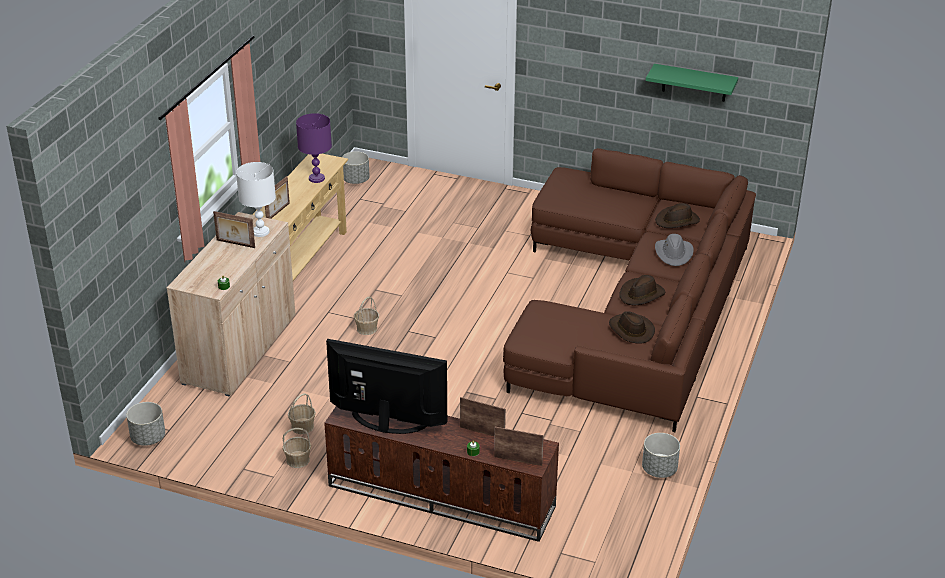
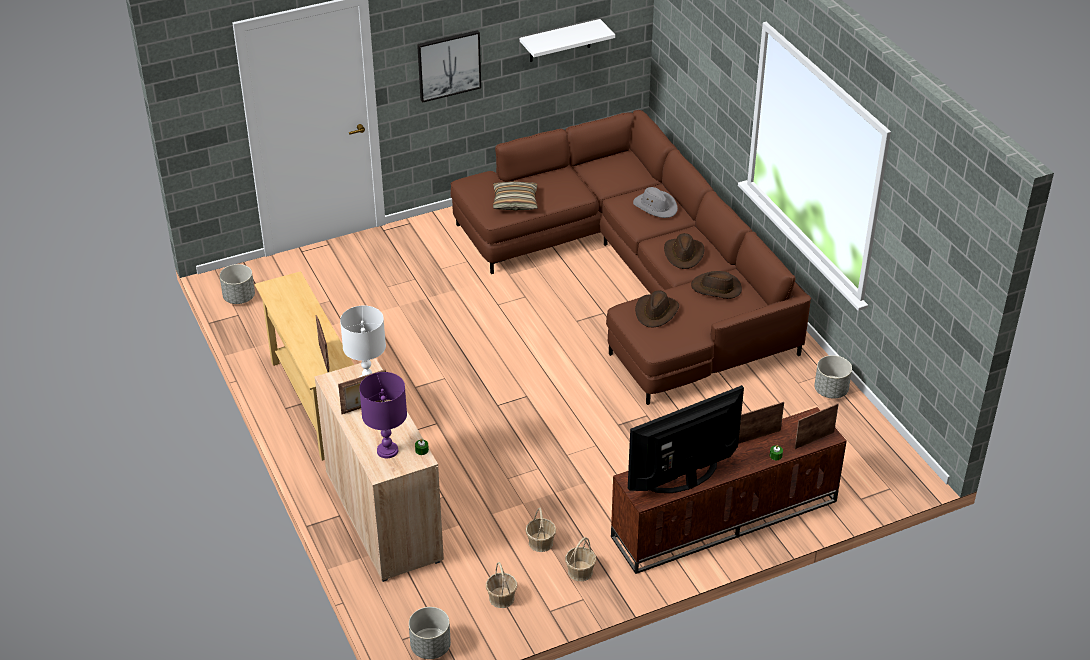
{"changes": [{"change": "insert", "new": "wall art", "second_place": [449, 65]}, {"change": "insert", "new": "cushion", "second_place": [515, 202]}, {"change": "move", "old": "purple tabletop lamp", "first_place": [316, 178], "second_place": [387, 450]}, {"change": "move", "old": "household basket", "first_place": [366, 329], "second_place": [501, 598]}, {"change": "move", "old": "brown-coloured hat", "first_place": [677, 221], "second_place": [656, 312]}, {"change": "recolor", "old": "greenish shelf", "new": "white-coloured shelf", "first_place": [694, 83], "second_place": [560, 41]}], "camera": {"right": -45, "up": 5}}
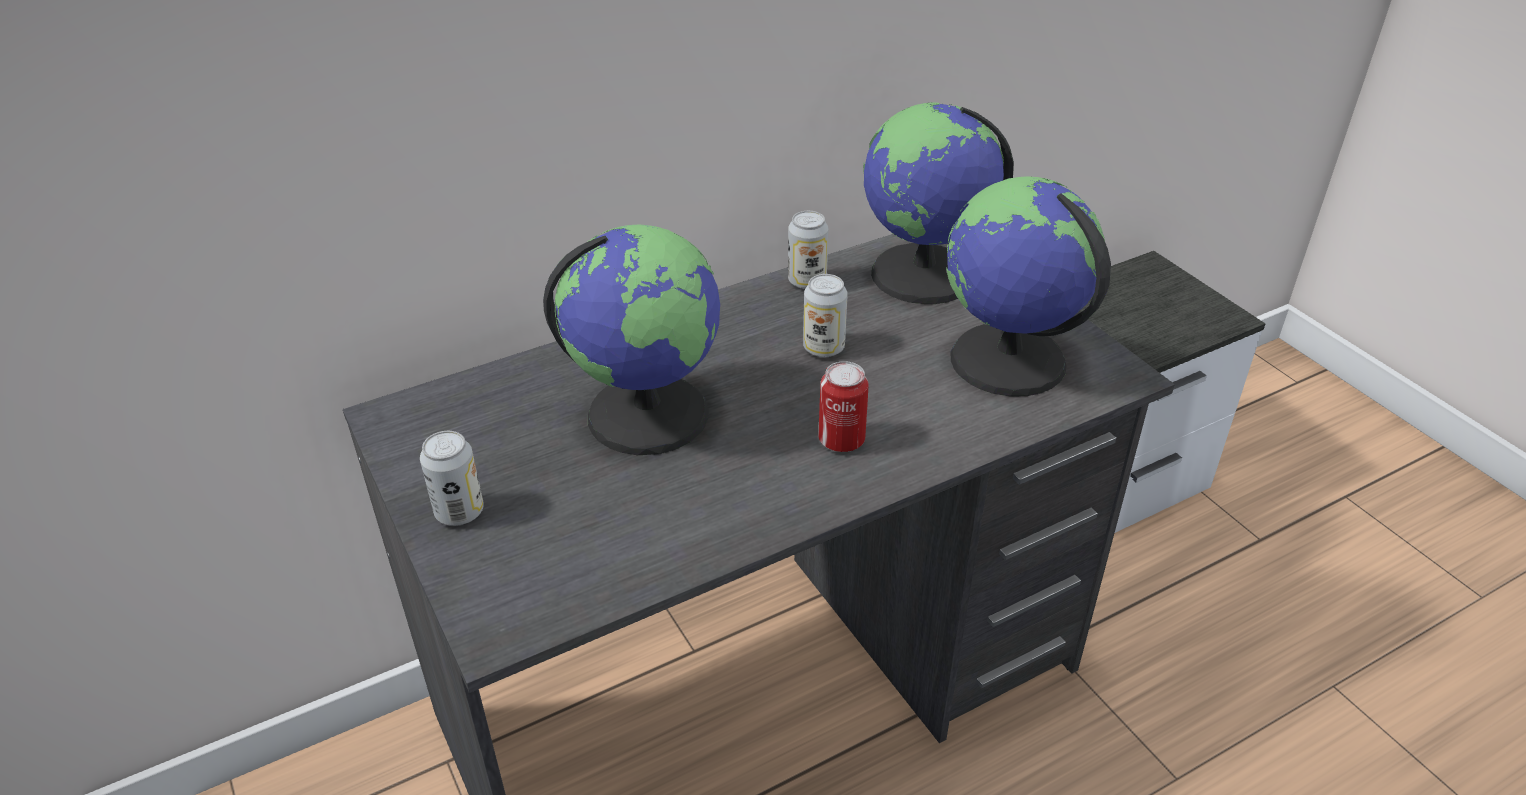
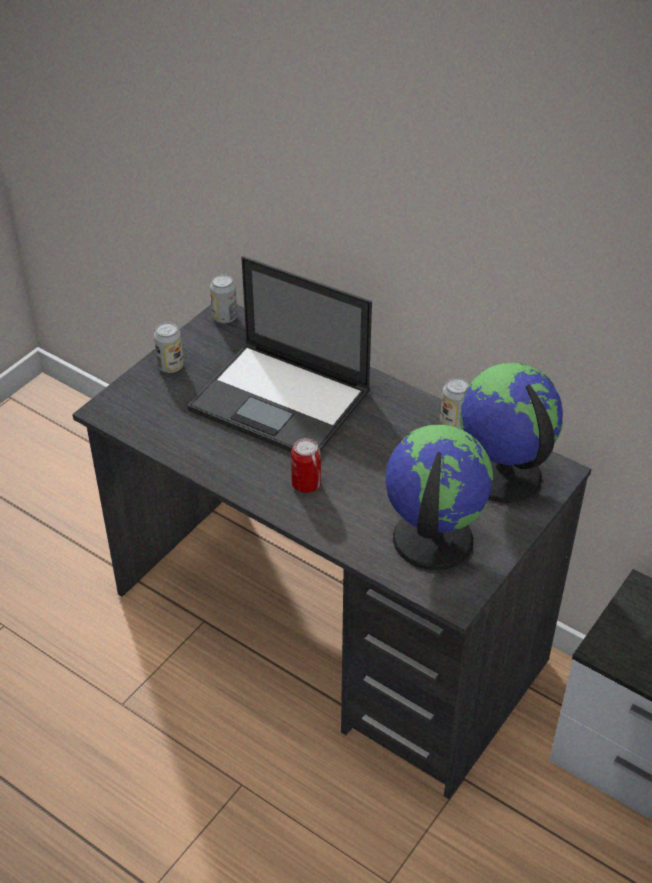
{"changes": [{"change": "move", "old": "can", "first_place": [823, 348], "second_place": [225, 317]}, {"change": "replace", "old": "world globe", "new": "notebook computer", "first_place": [648, 412], "second_place": [282, 401]}], "camera": {"right": 65, "up": 5}}
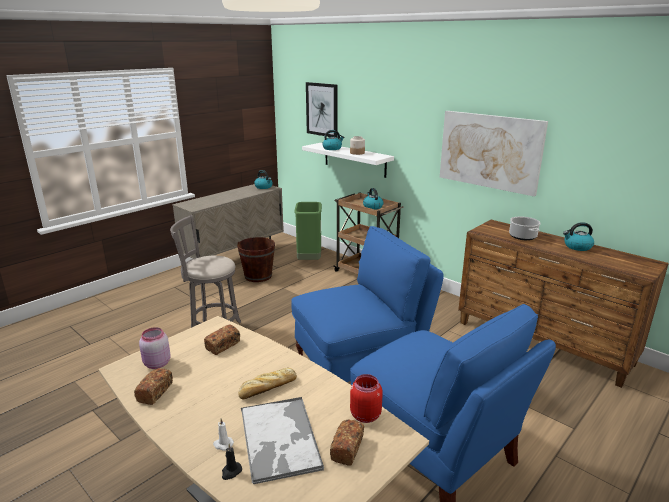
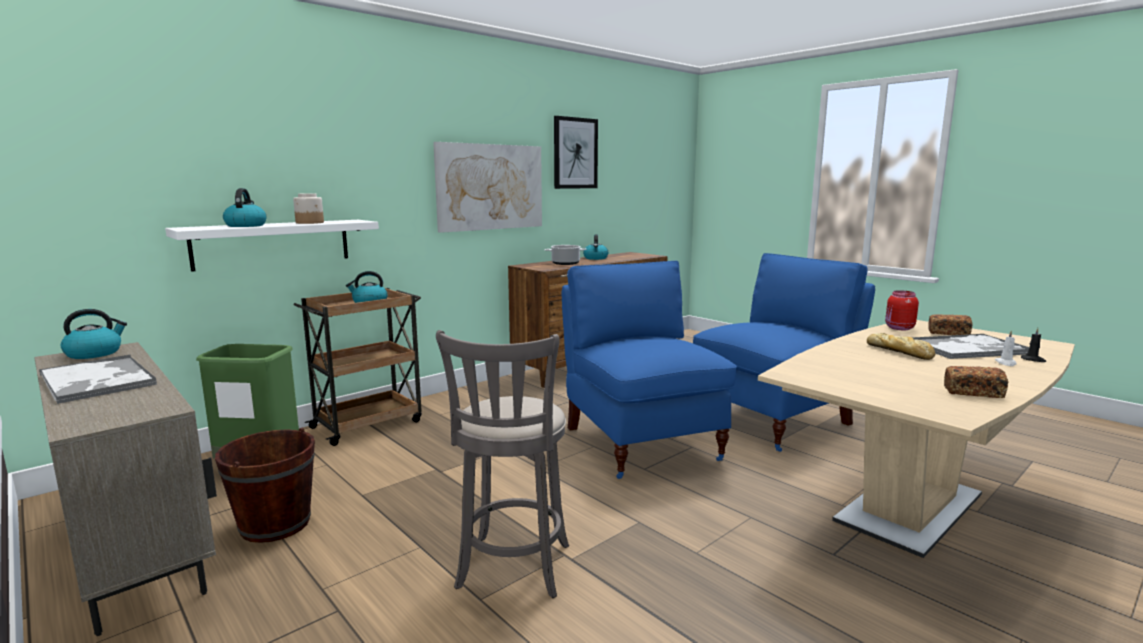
{"changes": [{"change": "delete", "old": "pink preserve jar", "first_place": [156, 364]}, {"change": "delete", "old": "bakery bread", "first_place": [223, 346]}, {"change": "insert", "new": "carrying tray", "second_place": [98, 380]}, {"change": "move", "old": "wall art", "first_place": [322, 109], "second_place": [575, 153]}], "camera": {"right": -85, "up": -10}}
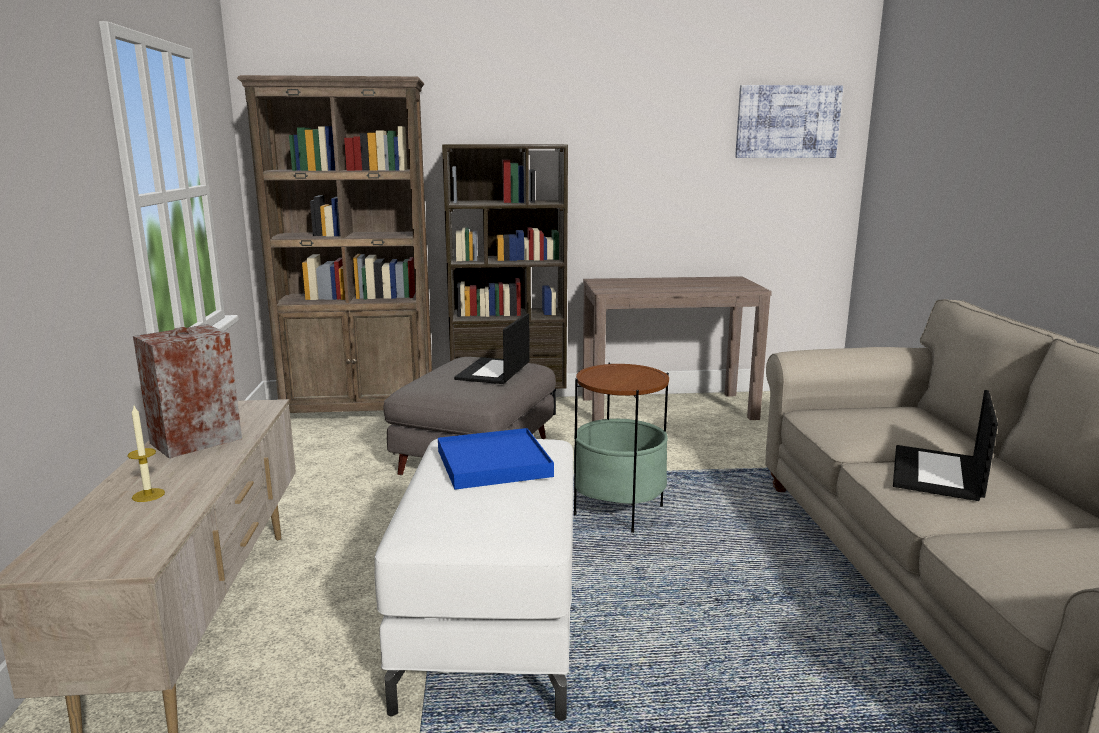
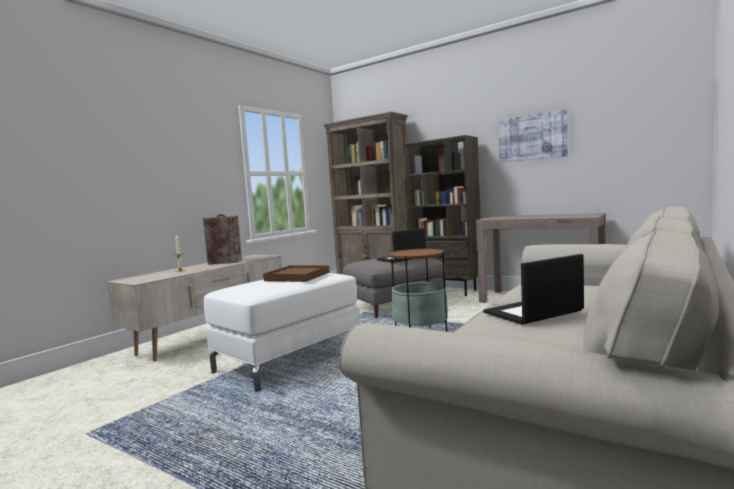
{"changes": [{"change": "move", "old": "wall art", "first_place": [787, 122], "second_place": [532, 137]}, {"change": "recolor", "old": "bluish carrying tray", "new": "brown-coloured carrying tray", "first_place": [493, 463], "second_place": [297, 276]}], "camera": {"right": 40, "up": -10}}
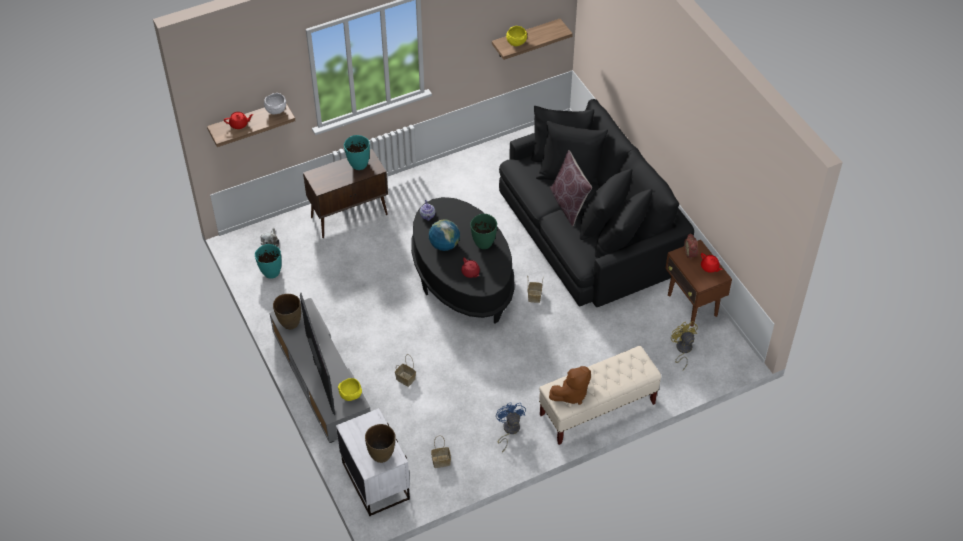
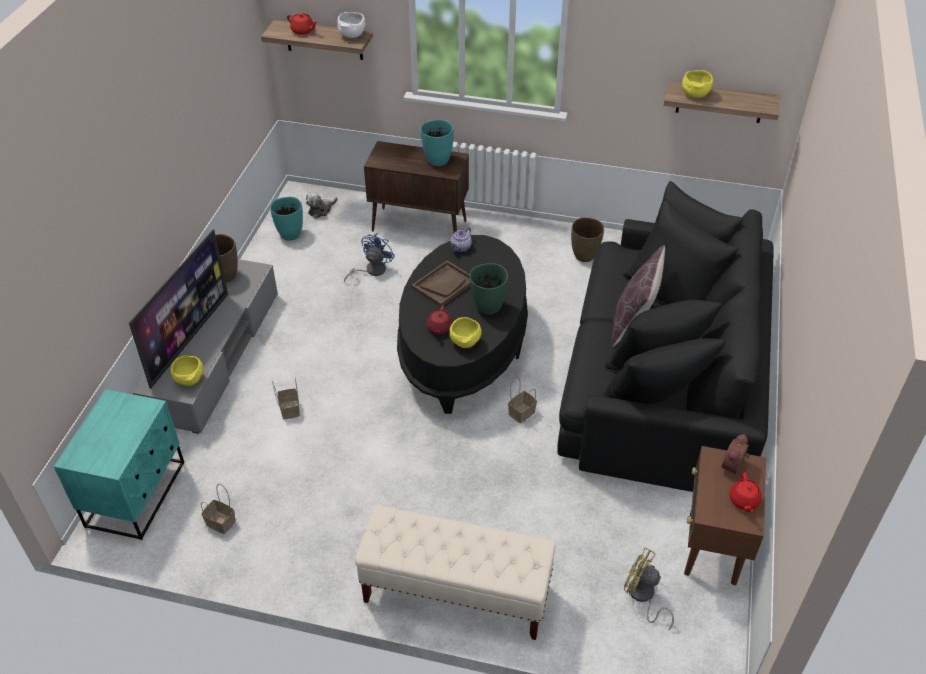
{"changes": [{"change": "delete", "old": "brown-coloured soft toy", "first_place": [571, 394]}, {"change": "insert", "new": "yellow deep dish", "second_place": [465, 343]}, {"change": "move", "old": "brown-coloured decorative vase", "first_place": [382, 455], "second_place": [584, 256]}, {"change": "move", "old": "bluish electric fan", "first_place": [509, 430], "second_place": [371, 270]}, {"change": "replace", "old": "world globe", "new": "brown-coloured carrying tray", "first_place": [444, 245], "second_place": [444, 285]}, {"change": "recolor", "old": "white-coloured night table", "new": "turquoise-coloured night table", "first_place": [376, 480], "second_place": [137, 494]}, {"change": "rotate", "old": "yellow electric fan", "first_place": [682, 350], "second_place": [642, 597], "degrees": -75}], "camera": {"right": 40, "up": -5}}
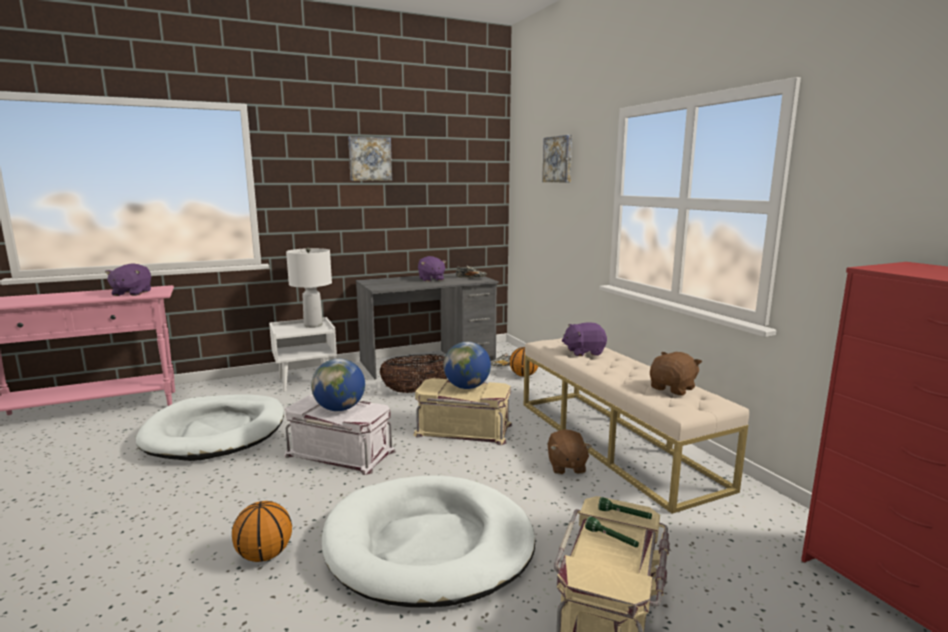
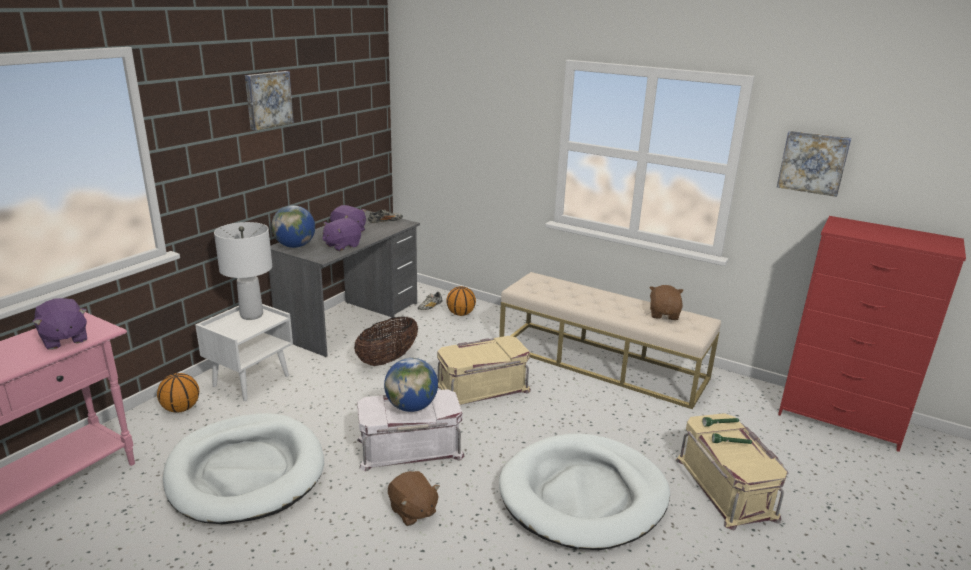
{"changes": [{"change": "move", "old": "ball for basketball", "first_place": [264, 555], "second_place": [181, 409]}, {"change": "move", "old": "world globe", "first_place": [467, 387], "second_place": [295, 246]}, {"change": "move", "old": "wall art", "first_place": [558, 159], "second_place": [813, 162]}, {"change": "move", "old": "brown-coloured soft toy", "first_place": [566, 466], "second_place": [412, 511]}, {"change": "move", "old": "purple soft toy", "first_place": [584, 352], "second_place": [342, 245]}], "camera": {"right": -35, "up": 10}}
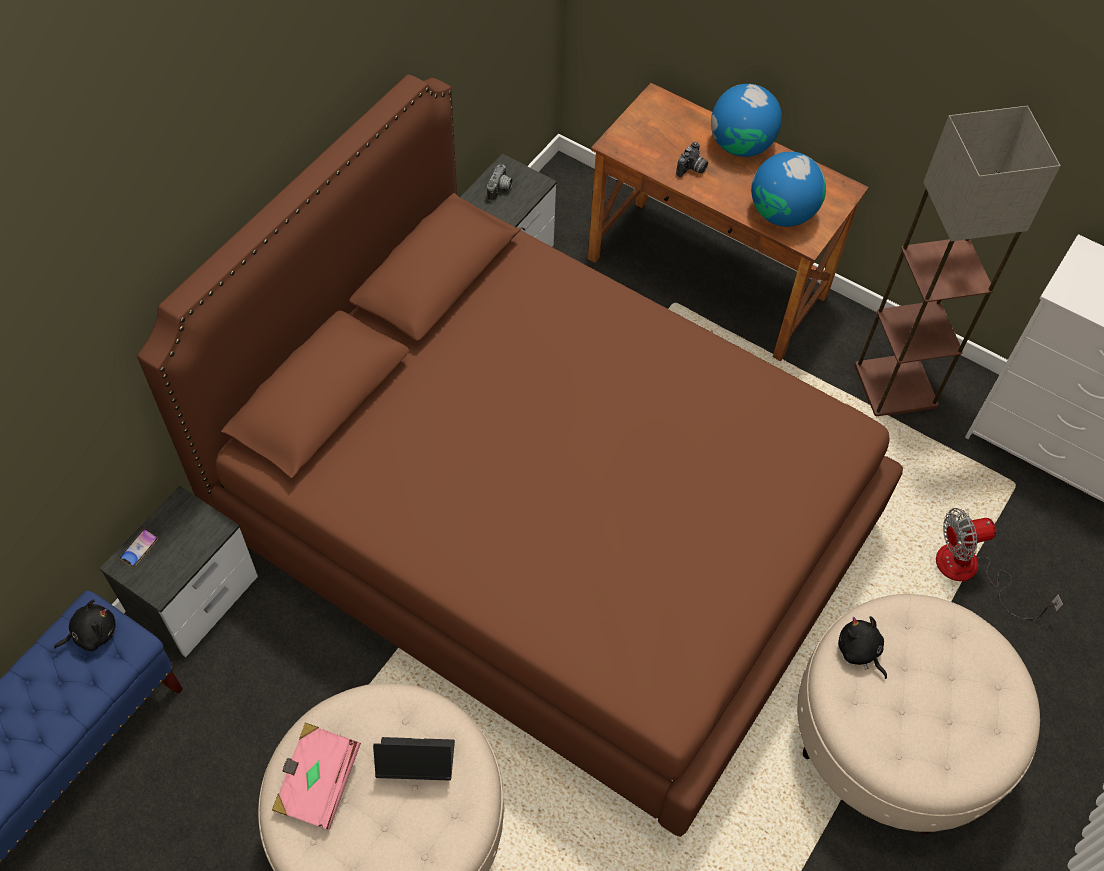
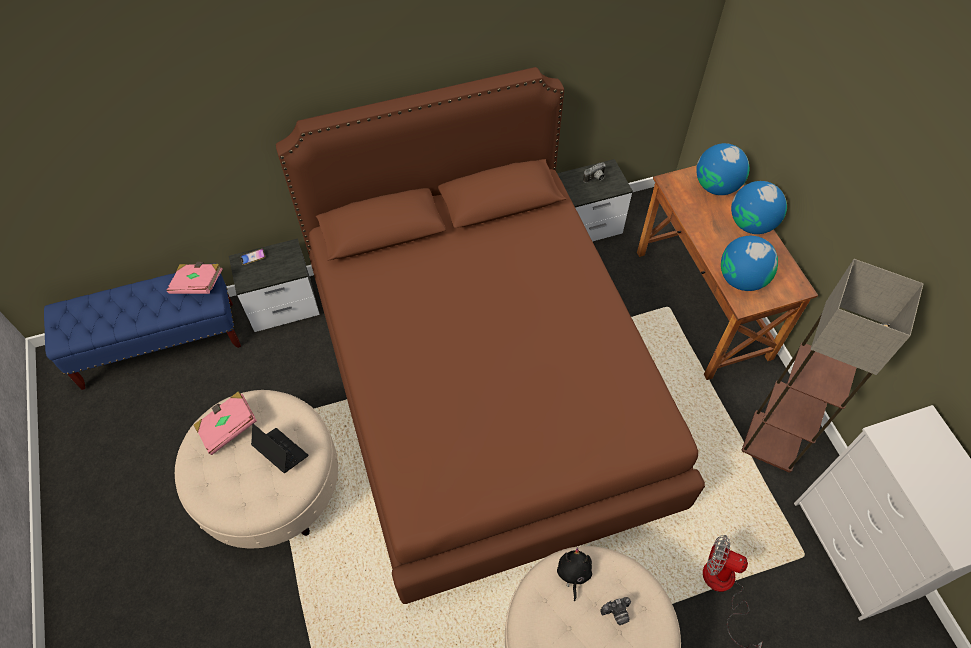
{"changes": [{"change": "insert", "new": "world globe", "second_place": [716, 186]}, {"change": "move", "old": "photo camera", "first_place": [692, 169], "second_place": [616, 614]}, {"change": "replace", "old": "black-coloured soft toy", "new": "pink volume", "first_place": [92, 633], "second_place": [198, 284]}], "camera": {"right": 40, "up": 0}}
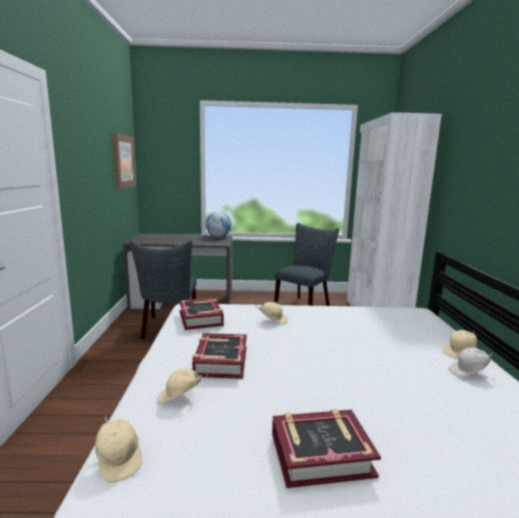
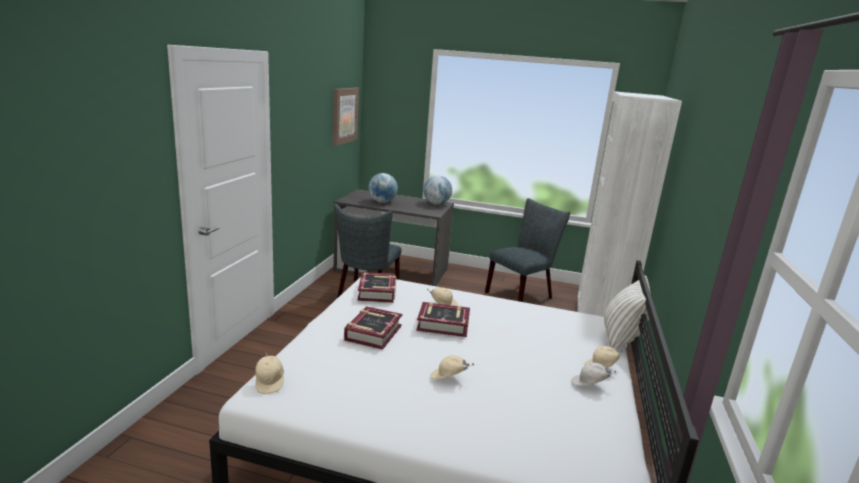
{"changes": [{"change": "insert", "new": "world globe", "second_place": [382, 202]}, {"change": "insert", "new": "cushion", "second_place": [621, 339]}, {"change": "move", "old": "beige-coloured cap", "first_place": [179, 397], "second_place": [448, 378]}, {"change": "move", "old": "volume", "first_place": [321, 454], "second_place": [443, 324]}], "camera": {"right": 15, "up": 5}}
